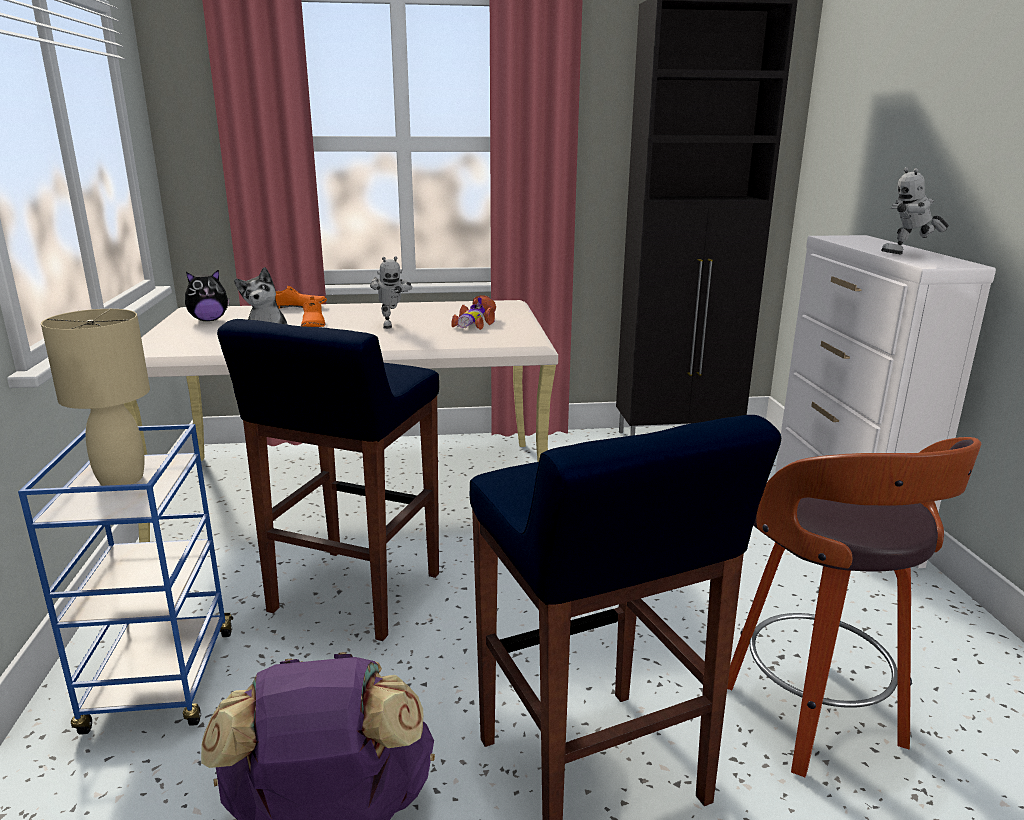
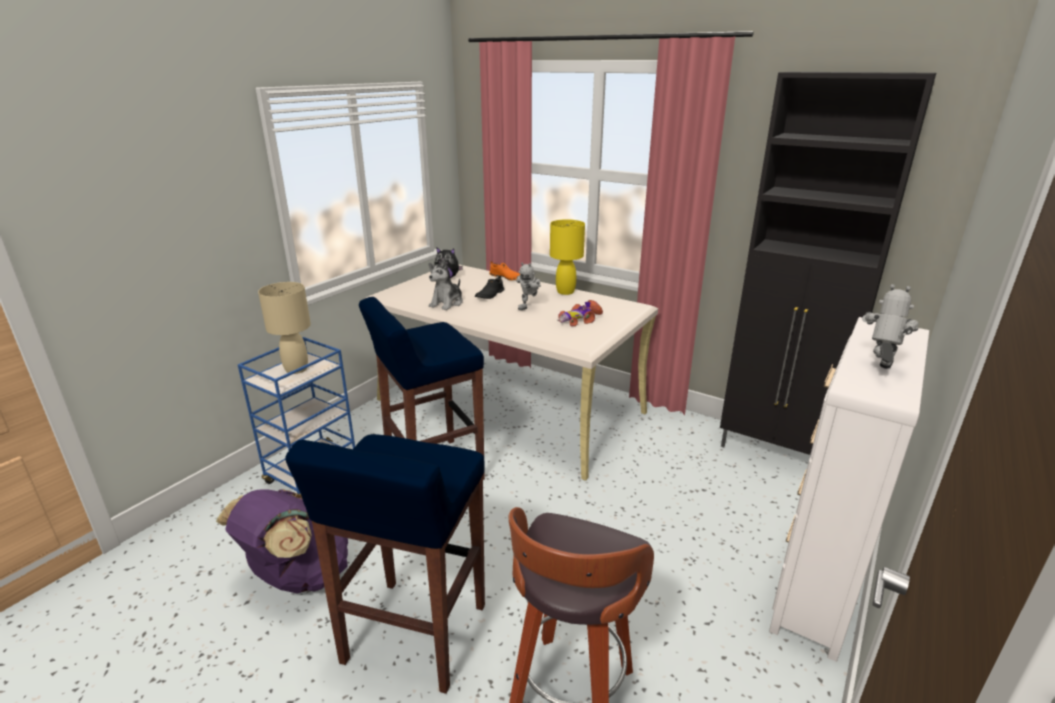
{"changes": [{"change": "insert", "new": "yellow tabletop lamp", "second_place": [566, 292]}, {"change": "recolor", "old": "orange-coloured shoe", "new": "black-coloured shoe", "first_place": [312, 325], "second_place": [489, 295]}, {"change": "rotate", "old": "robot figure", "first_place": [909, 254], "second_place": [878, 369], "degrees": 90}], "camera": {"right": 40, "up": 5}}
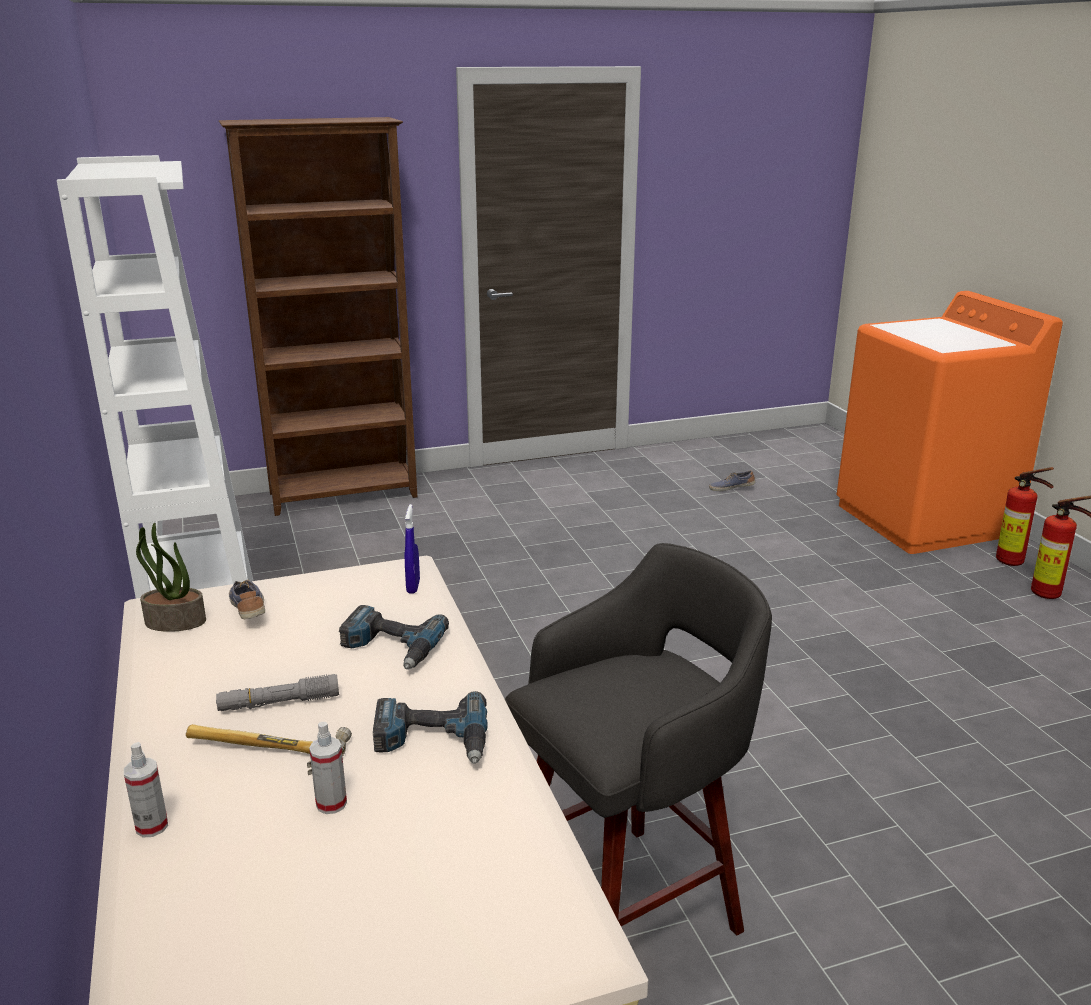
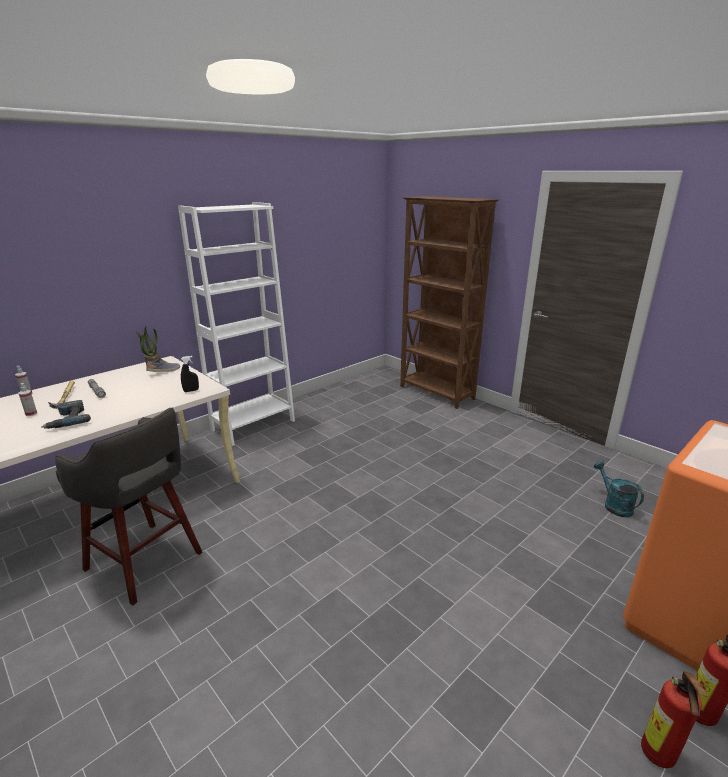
{"changes": [{"change": "delete", "old": "drill", "first_place": [391, 647]}, {"change": "replace", "old": "shoe", "new": "turquoise-coloured sprinkling can", "first_place": [731, 488], "second_place": [614, 505]}, {"change": "recolor", "old": "bluish hand sprayer", "new": "black-coloured hand sprayer", "first_place": [413, 586], "second_place": [191, 390]}], "camera": {"right": 65, "up": 0}}
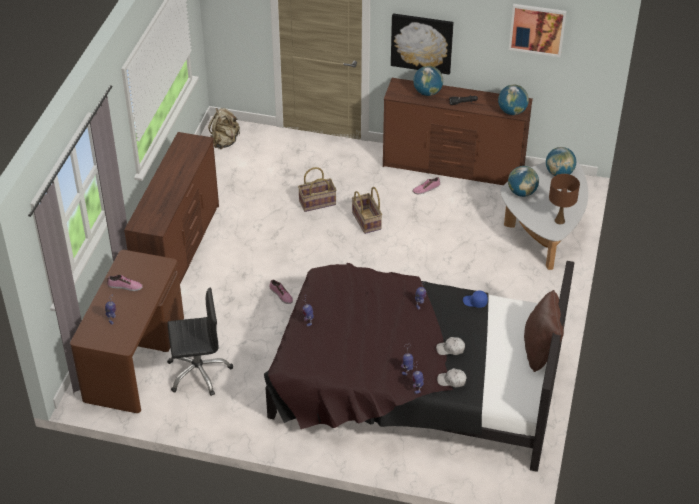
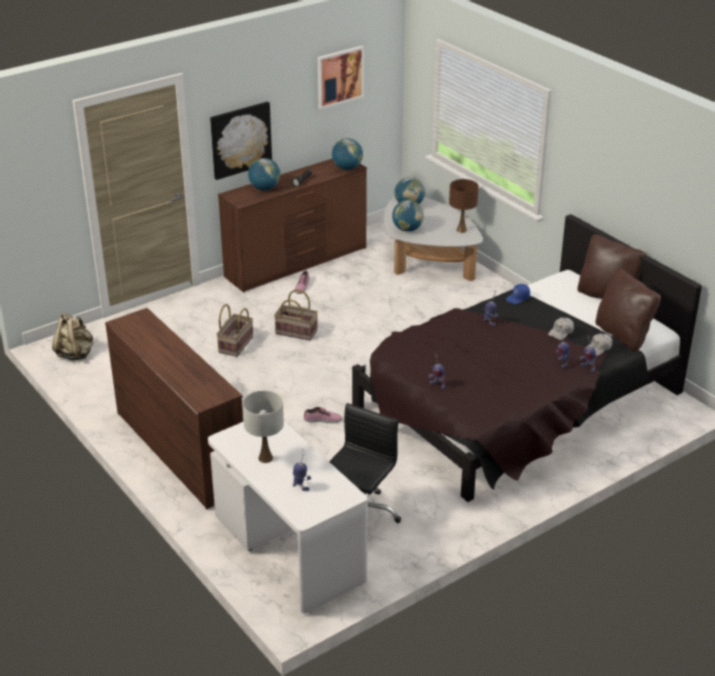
{"changes": [{"change": "insert", "new": "brown-coloured cushion", "second_place": [623, 335]}, {"change": "replace", "old": "shoe", "new": "white-coloured tabletop lamp", "first_place": [125, 286], "second_place": [265, 458]}, {"change": "recolor", "old": "brown-coloured desk unit", "new": "white-coloured desk unit", "first_place": [134, 358], "second_place": [287, 549]}], "camera": {"right": -50, "up": -10}}
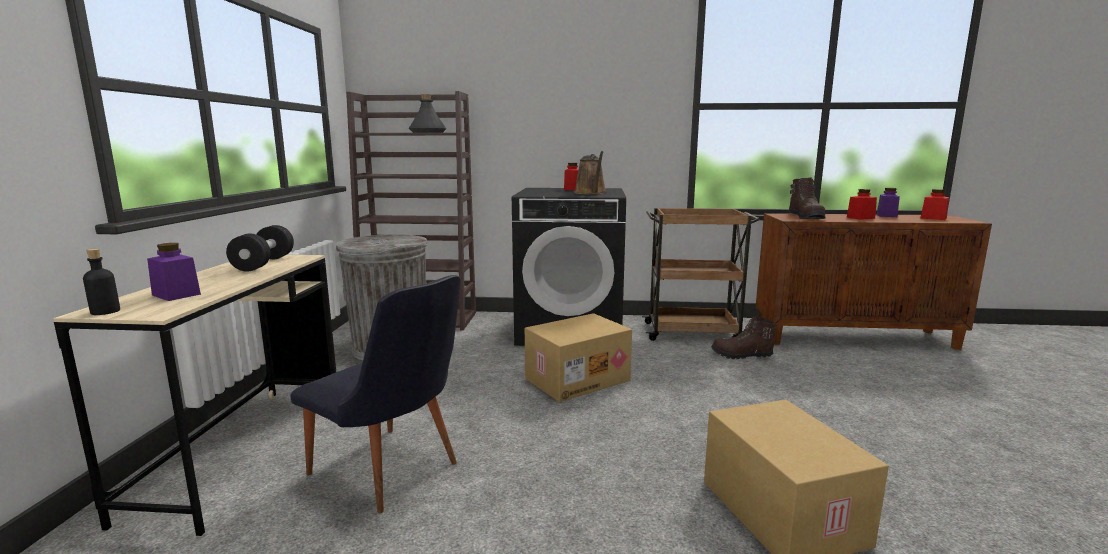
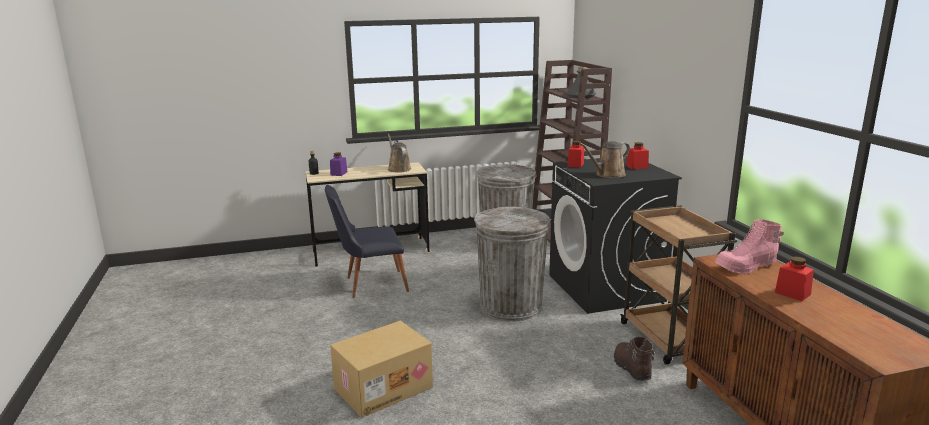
{"changes": [{"change": "delete", "old": "purple preserve jar", "first_place": [886, 215]}, {"change": "move", "old": "reddish preserve jar", "first_place": [933, 218], "second_place": [575, 165]}, {"change": "replace", "old": "black-coloured hand weight", "new": "brown-coloured sprinkling can", "first_place": [264, 263], "second_place": [398, 169]}, {"change": "replace", "old": "carton", "new": "grey waste bin", "first_place": [577, 379], "second_place": [511, 306]}, {"change": "recolor", "old": "brown-coloured high-top boot", "new": "pink high-top boot", "first_place": [806, 217], "second_place": [746, 267]}, {"change": "rotate", "old": "black-coloured upright chair", "first_place": [392, 473], "second_place": [369, 284], "degrees": 60}], "camera": {"right": 70, "up": 5}}
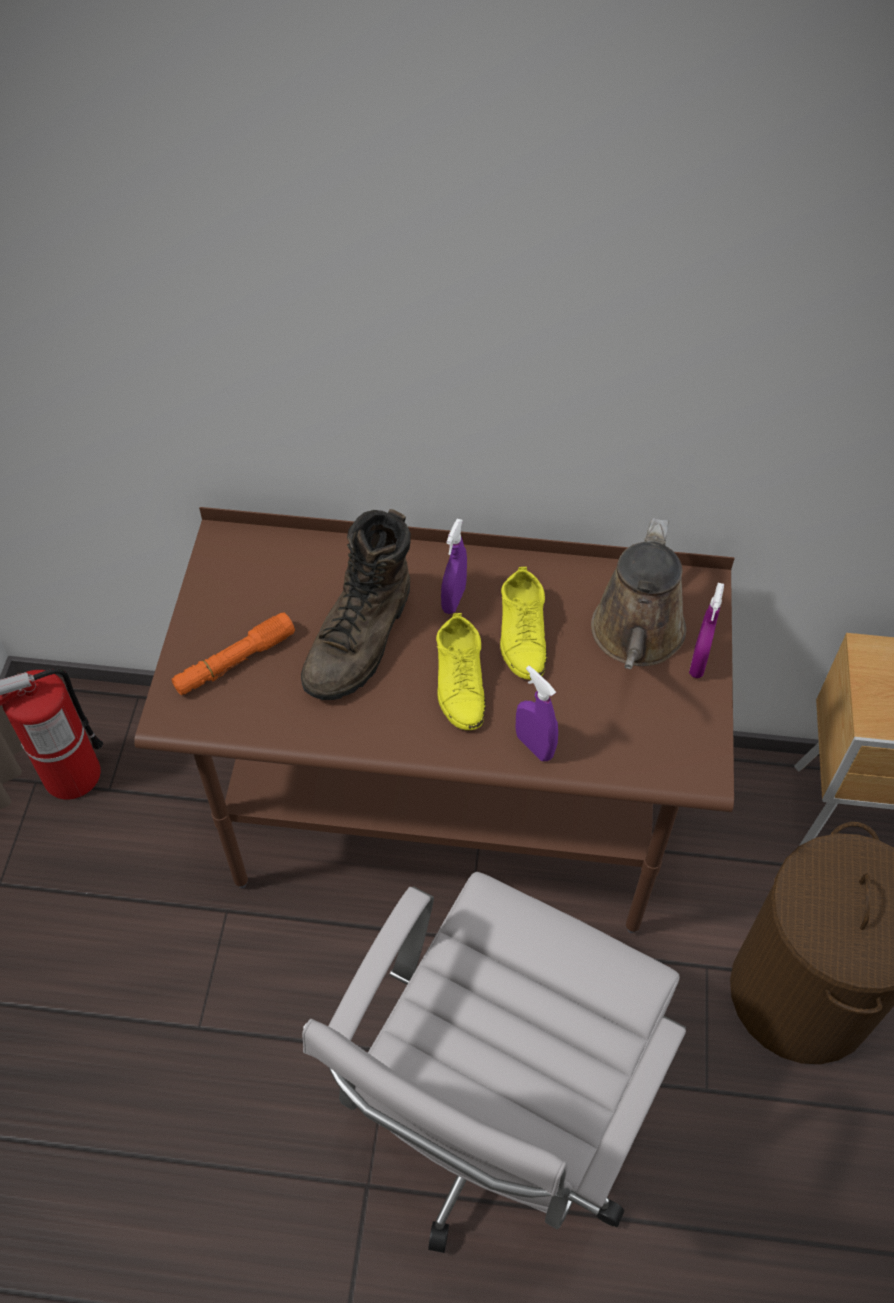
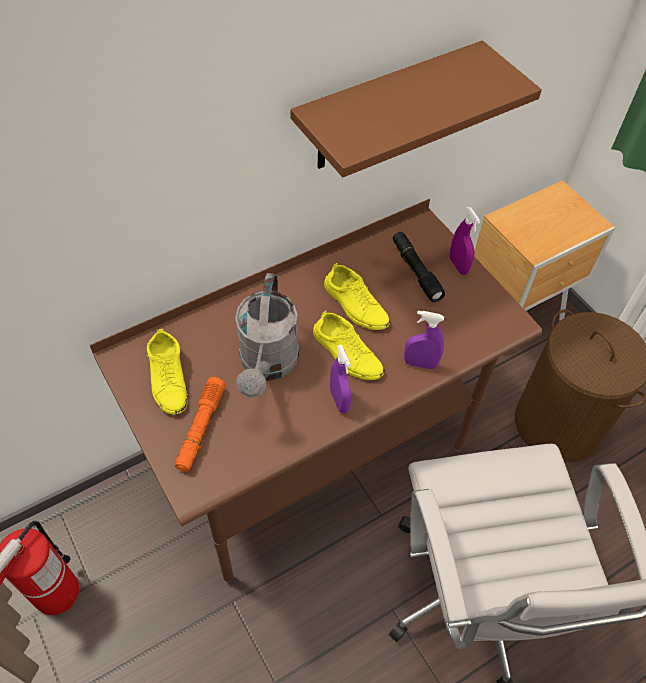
{"changes": [{"change": "insert", "new": "yellow shoe", "second_place": [168, 378]}, {"change": "insert", "new": "brown-coloured shelf", "second_place": [386, 108]}, {"change": "move", "old": "purple hand sprayer", "first_place": [453, 599], "second_place": [339, 400]}, {"change": "replace", "old": "brown-coloured high-top boot", "new": "grey sprinkling can", "first_place": [361, 640], "second_place": [267, 365]}, {"change": "replace", "old": "brown-coloured sprinkling can", "new": "black-coloured flashlight", "first_place": [636, 637], "second_place": [416, 271]}], "camera": {"right": -40, "up": 0}}
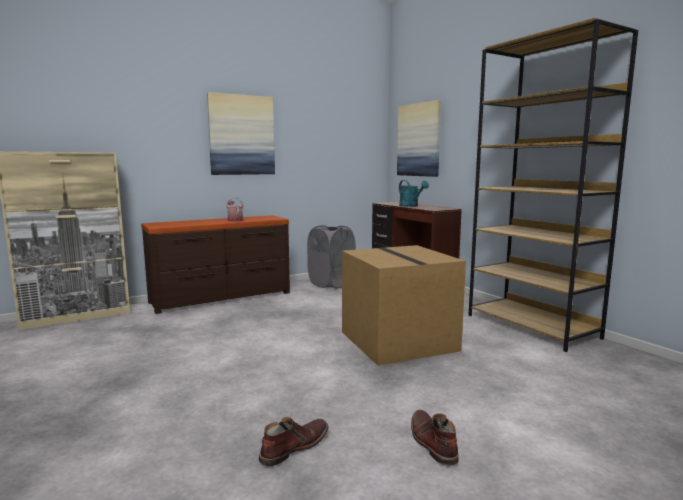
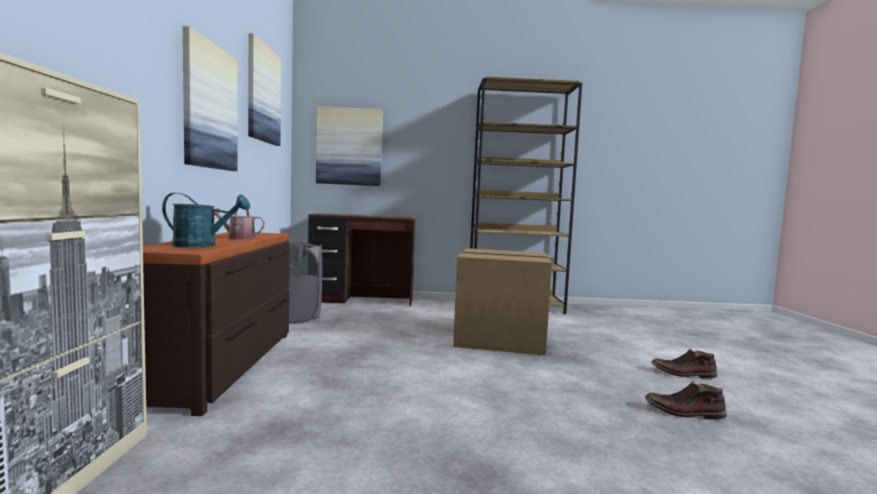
{"changes": [{"change": "insert", "new": "wall art", "second_place": [262, 94]}, {"change": "move", "old": "turquoise-coloured sprinkling can", "first_place": [411, 206], "second_place": [202, 245]}, {"change": "rotate", "old": "brown-coloured high-top boot", "first_place": [294, 447], "second_place": [684, 412], "degrees": -60}], "camera": {"right": -60, "up": -5}}
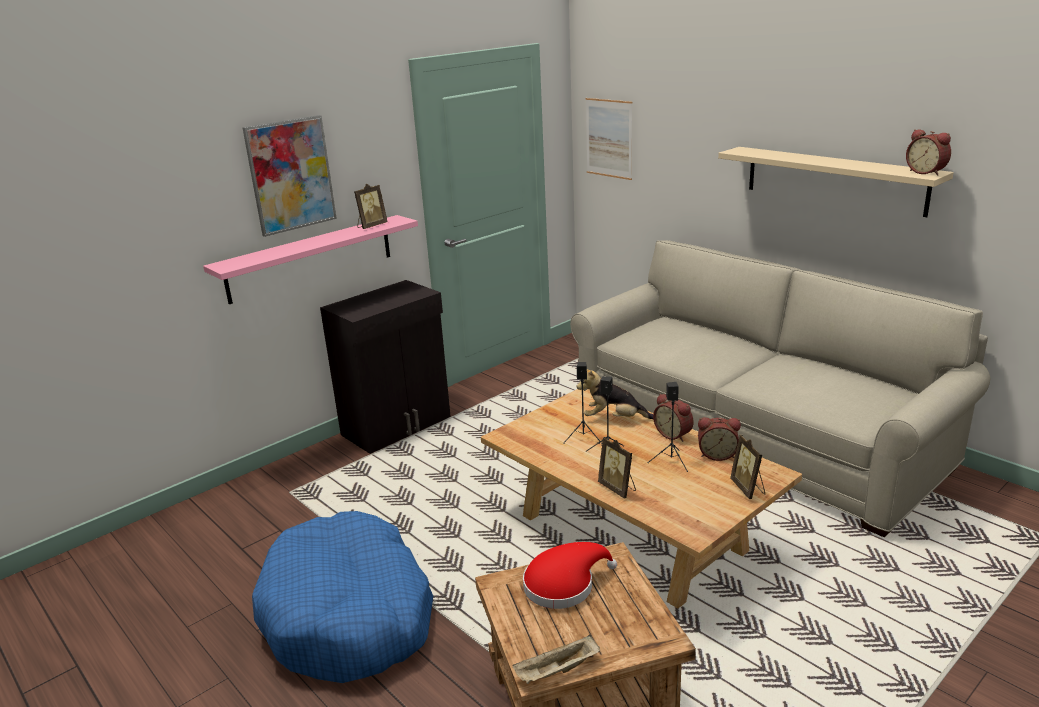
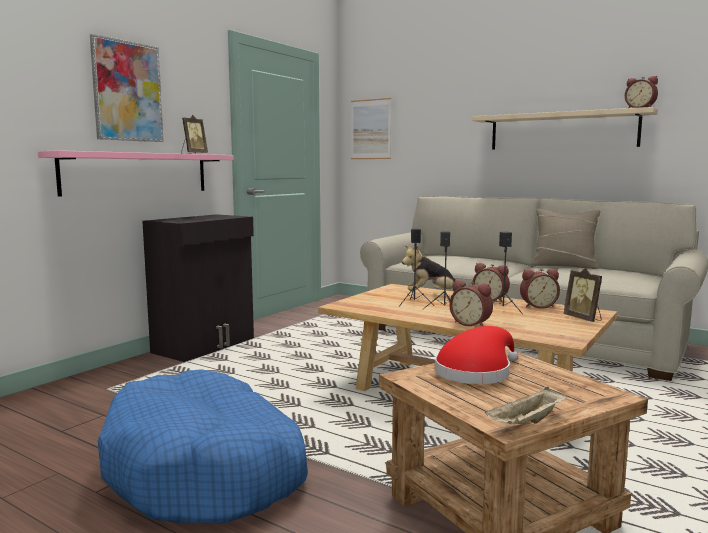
{"changes": [{"change": "insert", "new": "beige-coloured cushion", "second_place": [564, 266]}, {"change": "replace", "old": "photo frame", "new": "alarm clock", "first_place": [618, 488], "second_place": [471, 323]}], "camera": {"right": -15, "up": -15}}
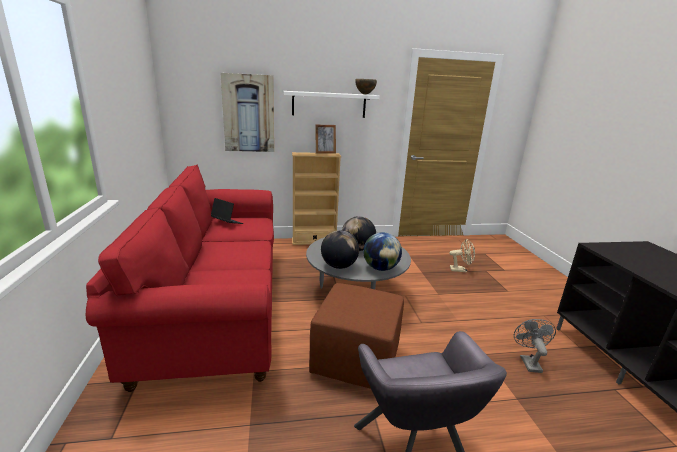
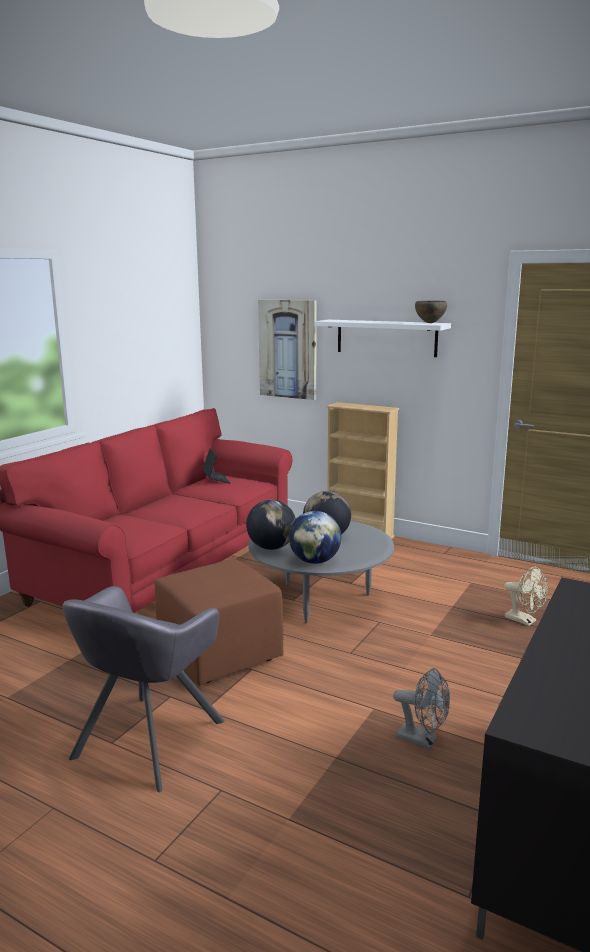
{"changes": [{"change": "delete", "old": "photo frame", "first_place": [325, 153]}, {"change": "rotate", "old": "grey electric fan", "first_place": [528, 361], "second_place": [423, 739], "degrees": 75}], "camera": {"right": 40, "up": -5}}
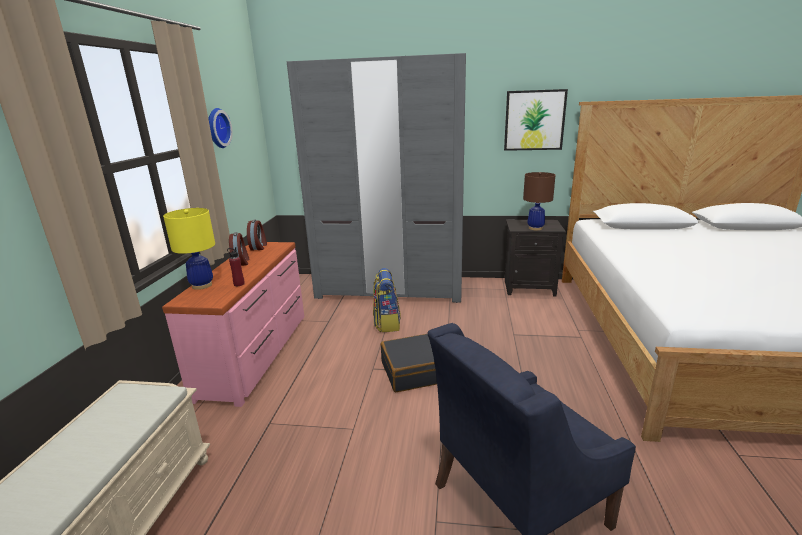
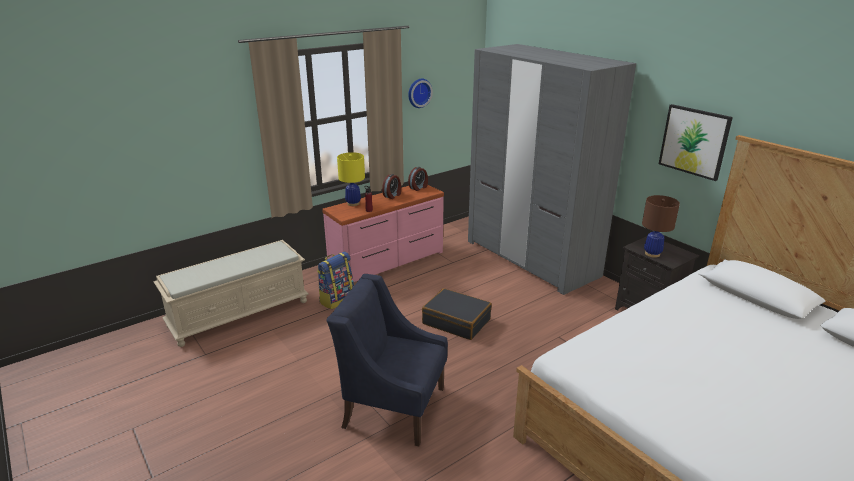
{"changes": [{"change": "move", "old": "rucksack", "first_place": [386, 323], "second_place": [337, 299]}], "camera": {"right": 45, "up": 5}}
